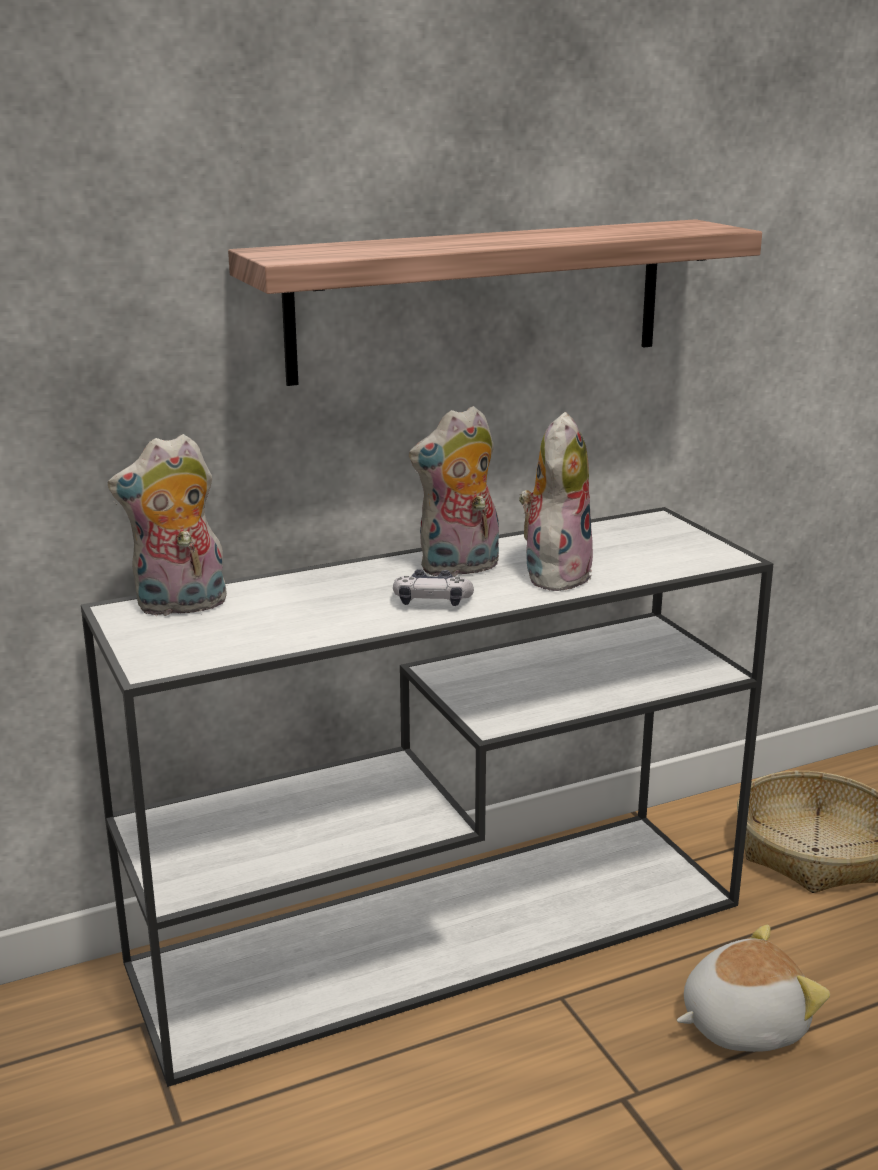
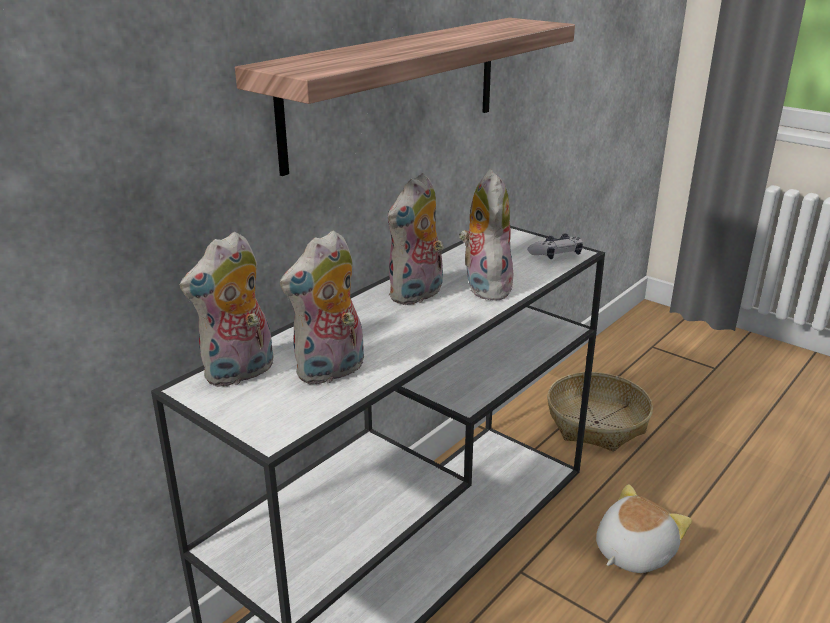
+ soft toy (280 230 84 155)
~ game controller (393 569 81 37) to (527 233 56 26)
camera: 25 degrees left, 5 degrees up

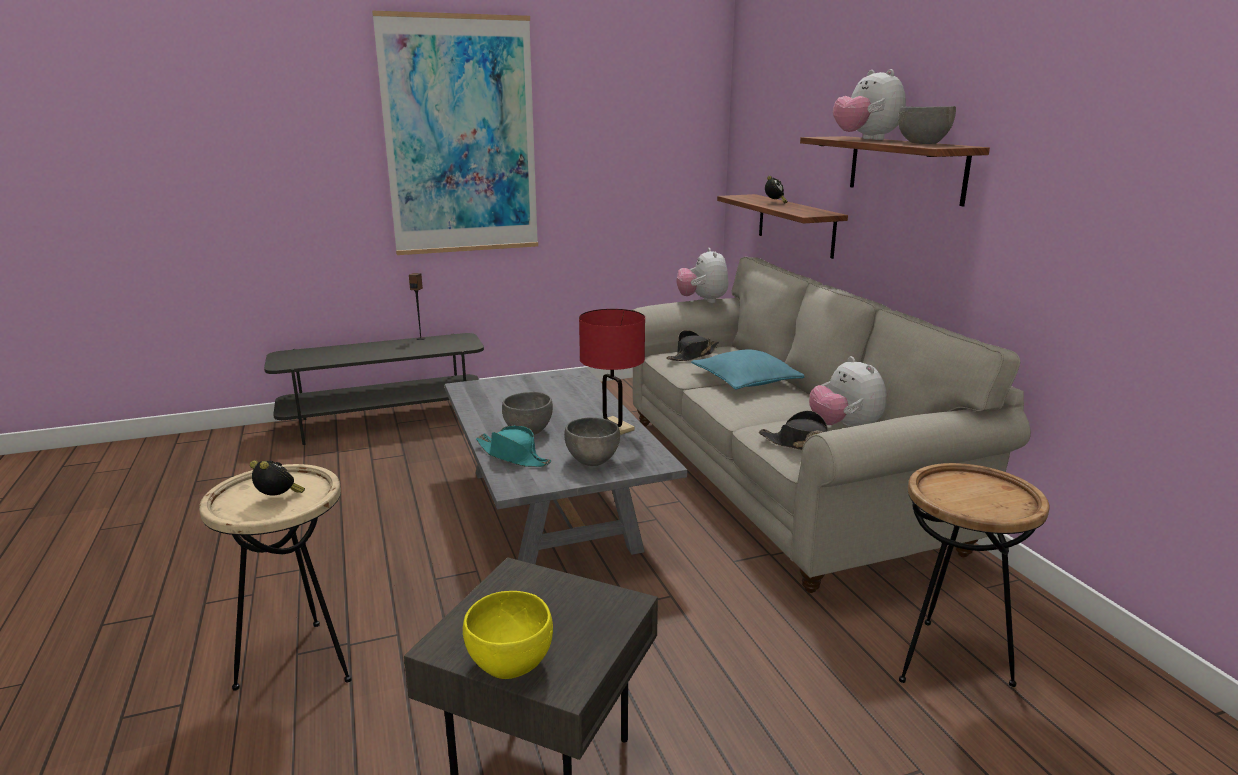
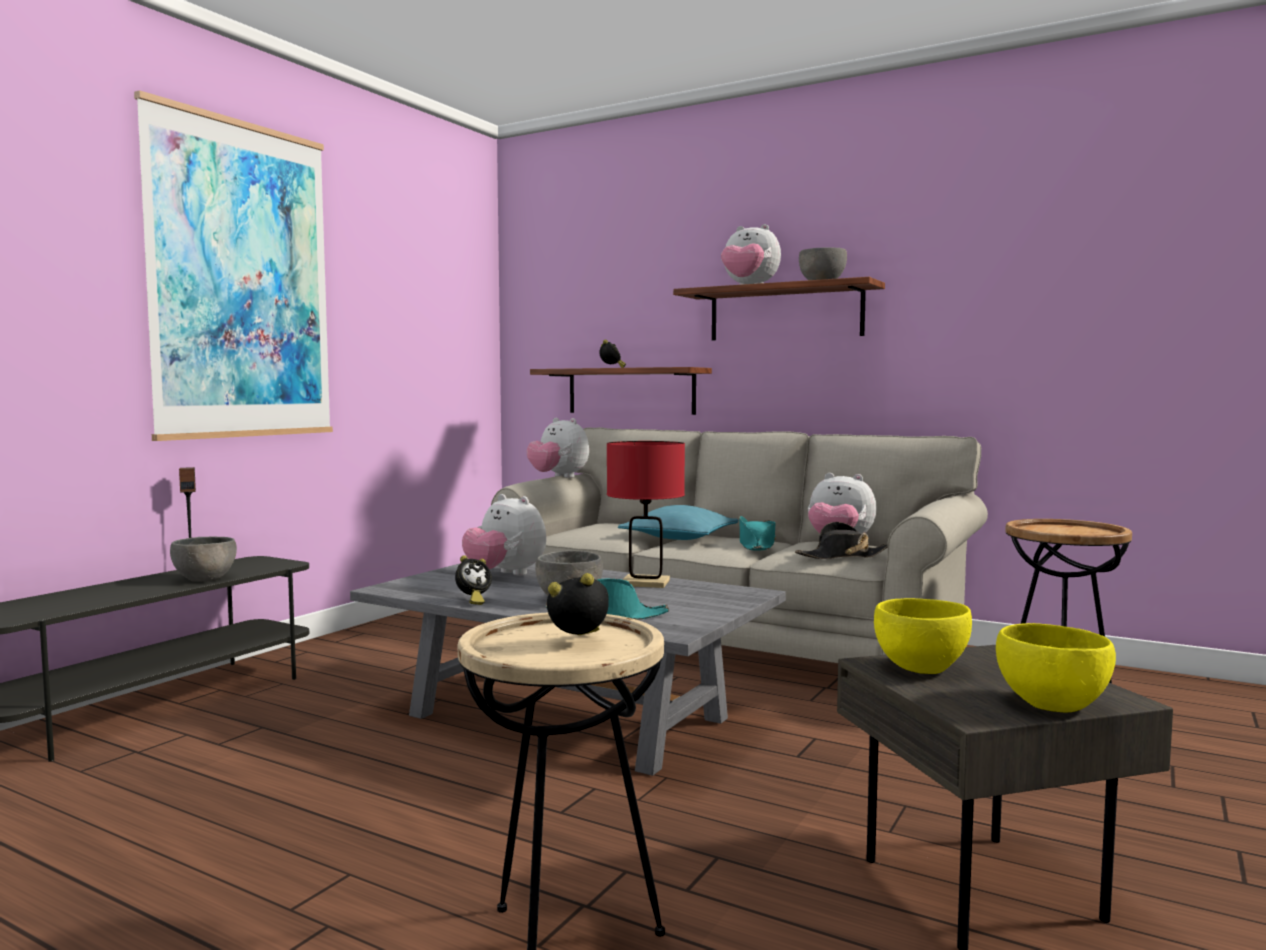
~ grey serving bowl (564 417 56 49) to (170 537 67 45)
+ table clock (455 555 37 50)
+ soft toy (462 494 84 81)
+ turquoise hat (739 516 37 34)
+ yellowish serving bowl (874 598 98 76)
- black hat (666 330 53 31)
camera: 40 degrees left, 15 degrees down

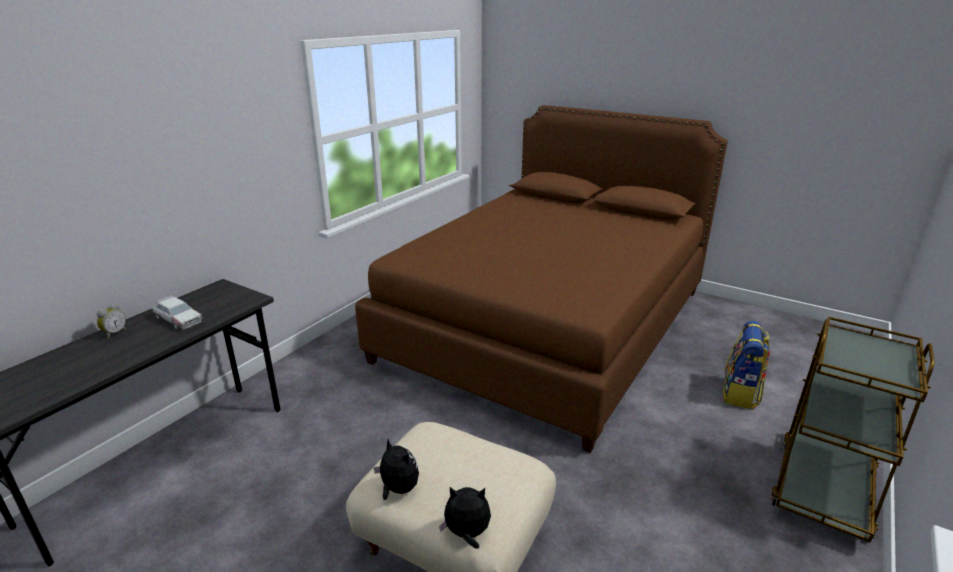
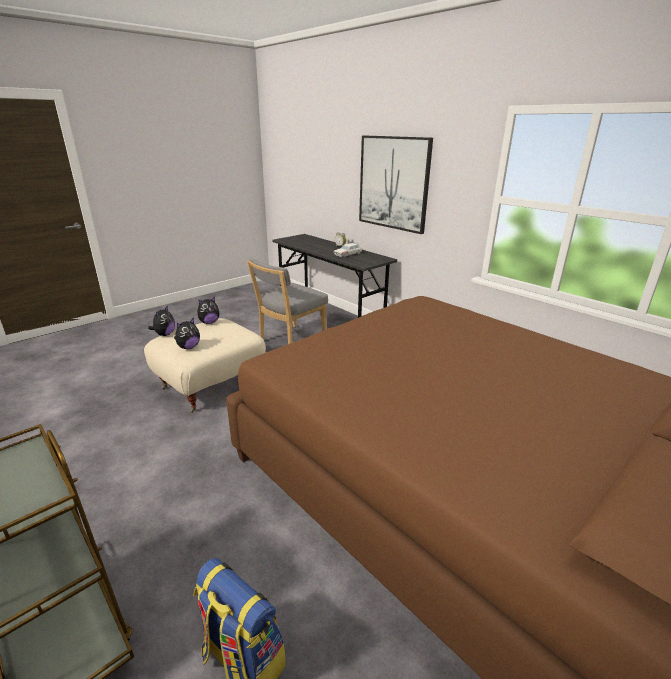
+ soft toy (174 318 26 31)
+ grey upright chair (247 257 81 87)
+ picture (359 135 74 99)
camera: 105 degrees right, 0 degrees up

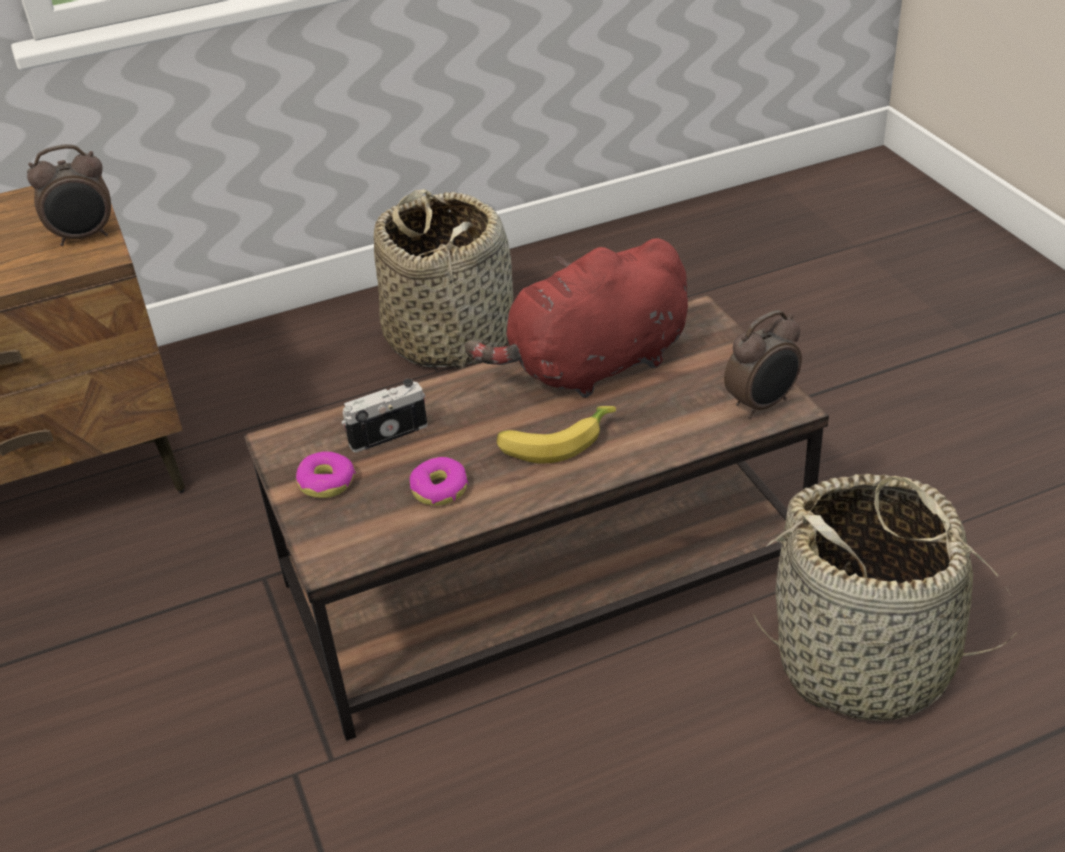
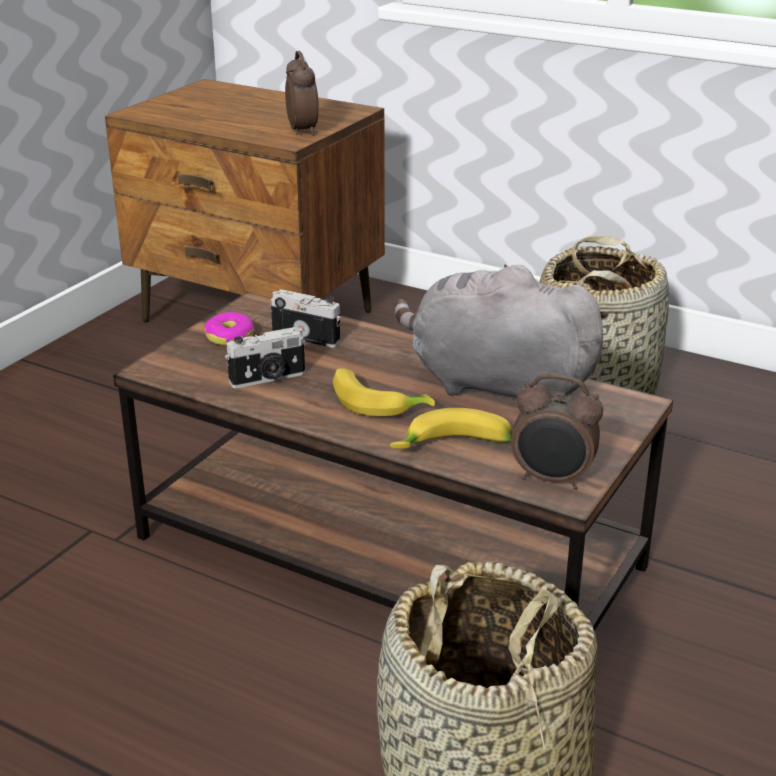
~ ring doughnut (410 457 59 49) to photo camera (225 327 81 61)
~ table clock (27 144 84 102) = (285 51 34 85) 135 degrees counterclockwise
+ banana (390 408 122 41)
~ red soft toy (465 238 223 160) to grey soft toy (394 264 214 133)
camera: 50 degrees right, 10 degrees down

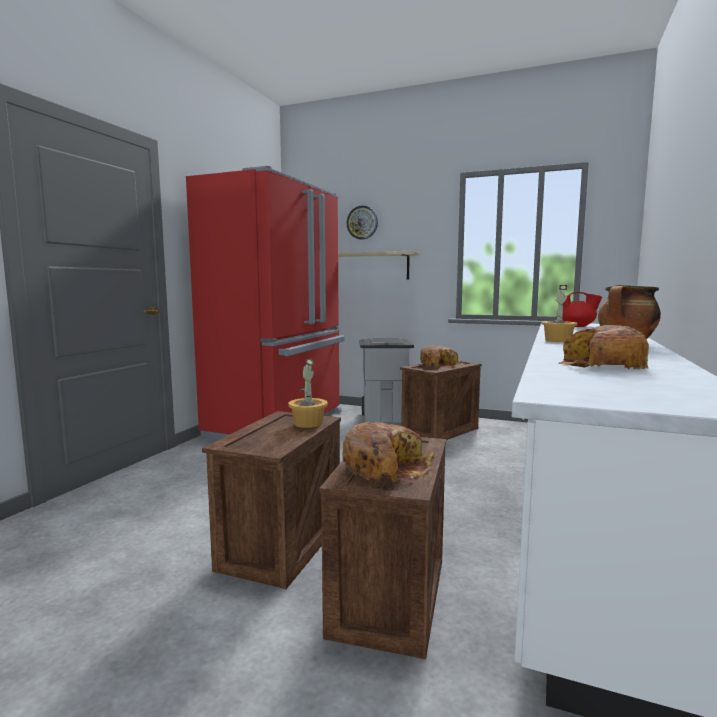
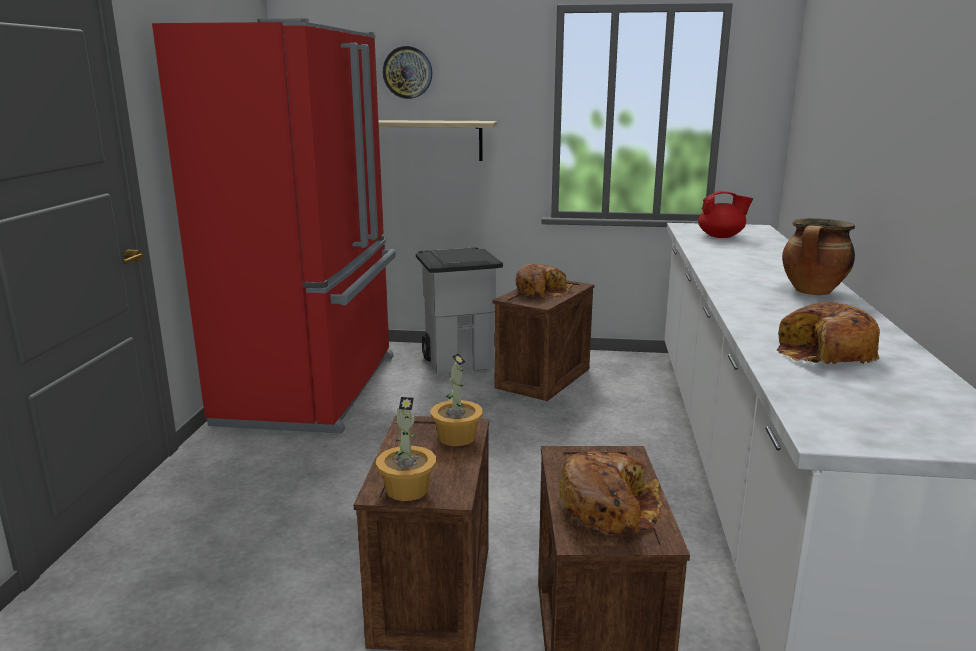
~ plant in a pot (541 285 37 57) to (376 397 60 104)
camera: 15 degrees left, 10 degrees up

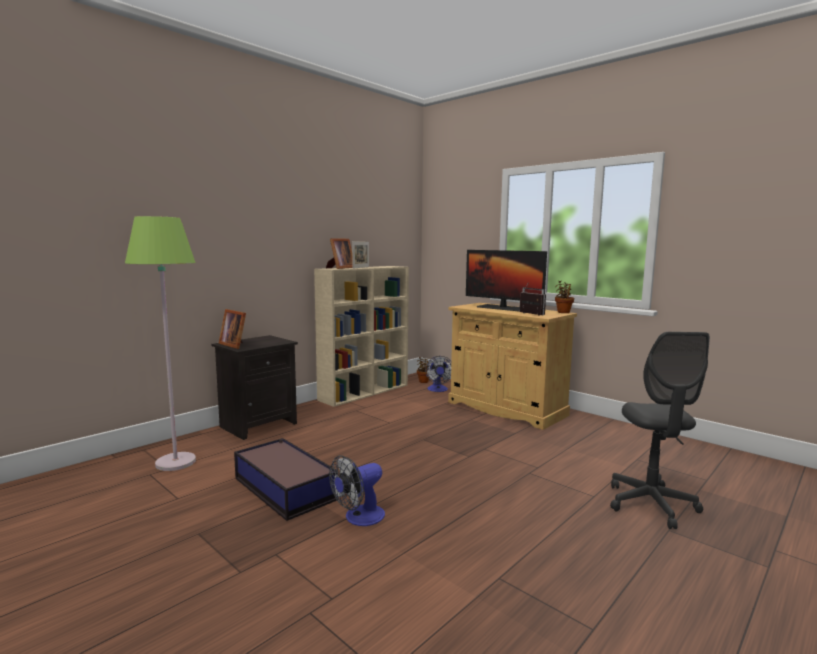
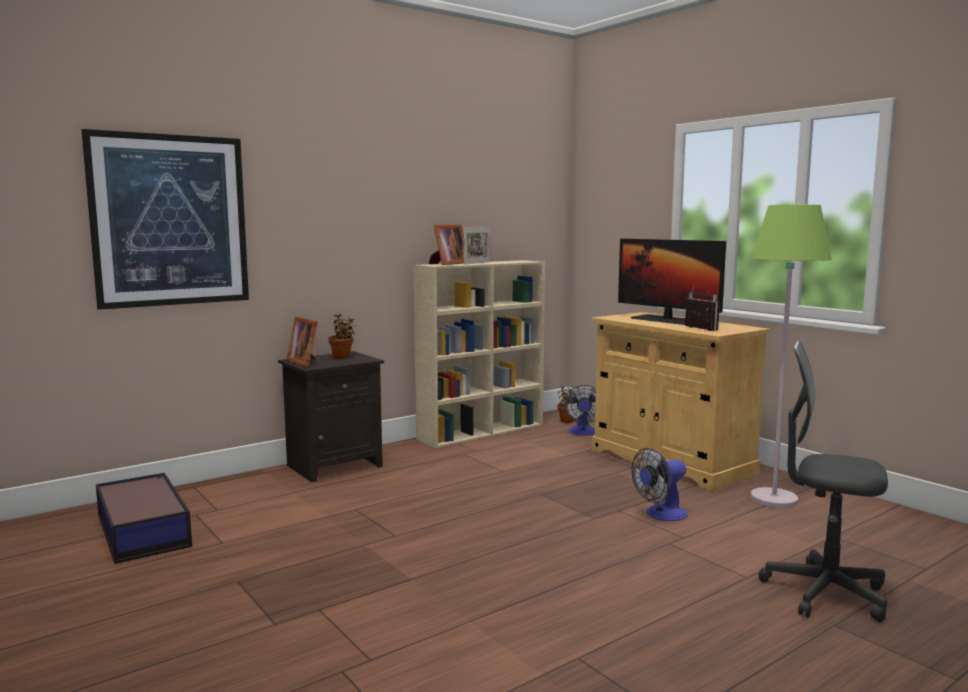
+ picture (81 129 168 181)
~ storage container (234 438 103 83) to (96 473 96 91)
~ plant in a pot (555 280 19 33) to (328 314 28 45)
~ fan (329 455 56 71) to (631 448 57 73)
~ green-coloured standing lamp (125 216 71 255) to (751 205 81 303)
~ grey office chair (610 332 100 197) = (759 341 129 281) 105 degrees clockwise
camera: 10 degrees right, 0 degrees up

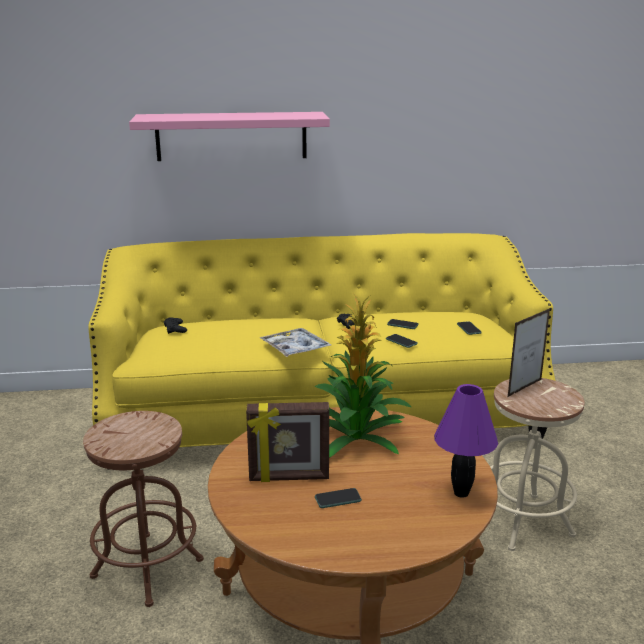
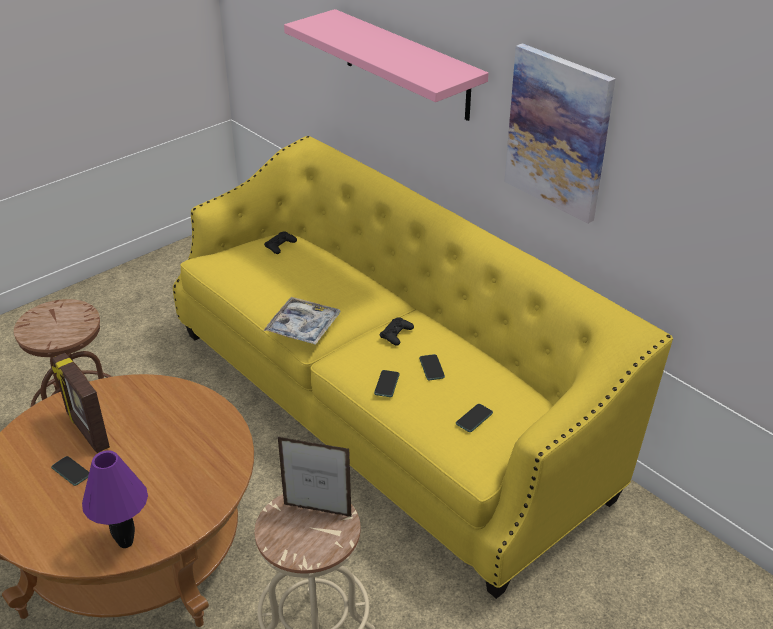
+ picture (504 43 111 180)
- plant in a pot (315 293 96 165)
camera: 55 degrees right, 15 degrees up

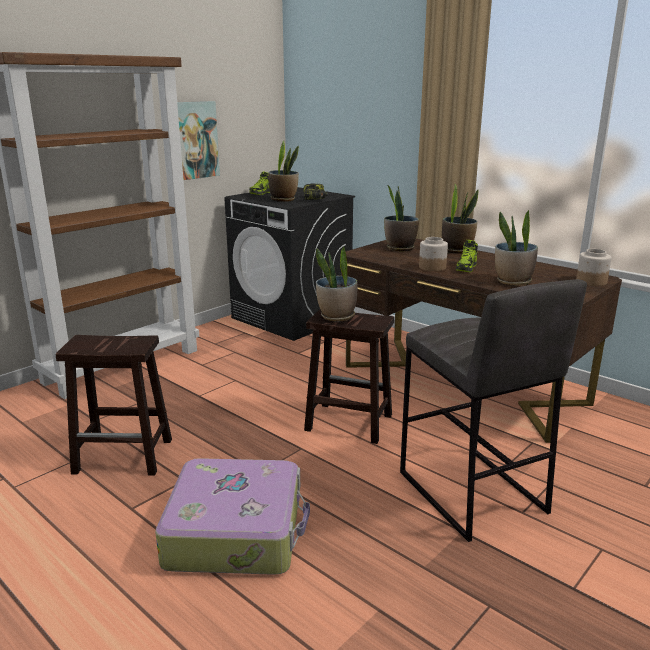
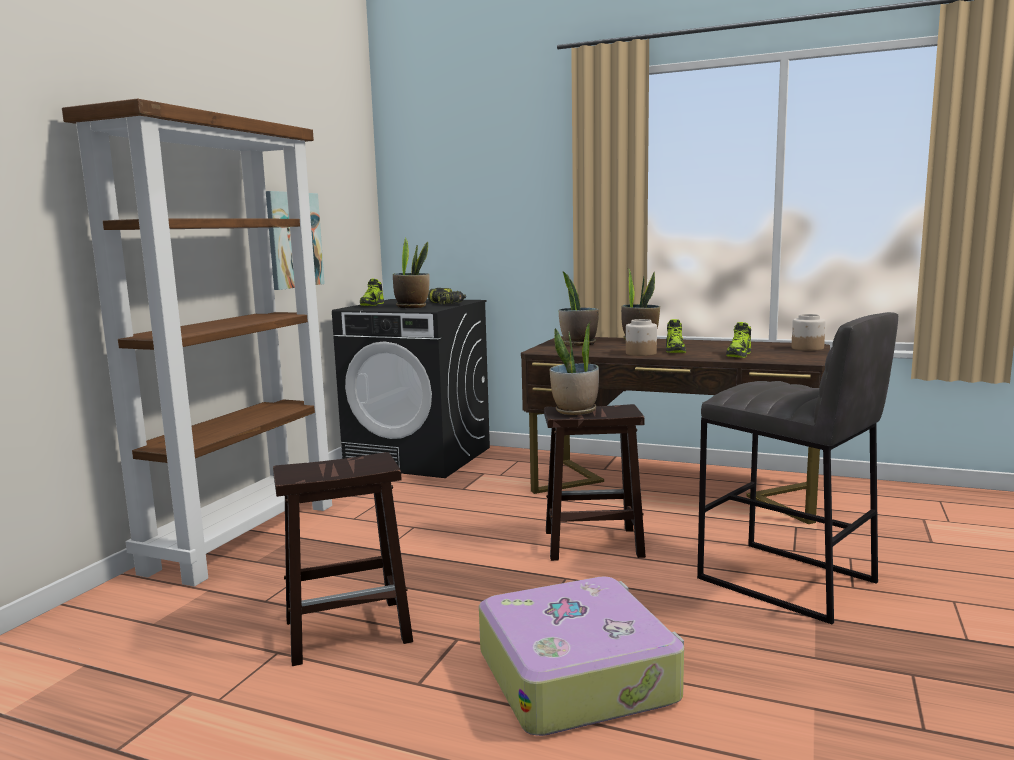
~ plant in a pot (495 210 43 76) to low shoe (726 322 25 36)
camera: 20 degrees left, 10 degrees down

